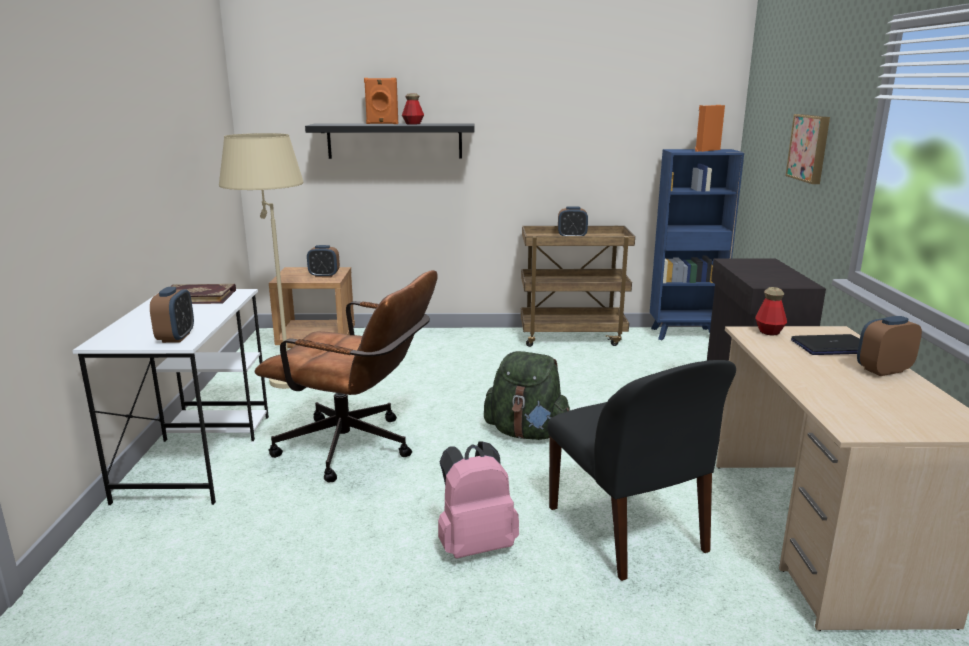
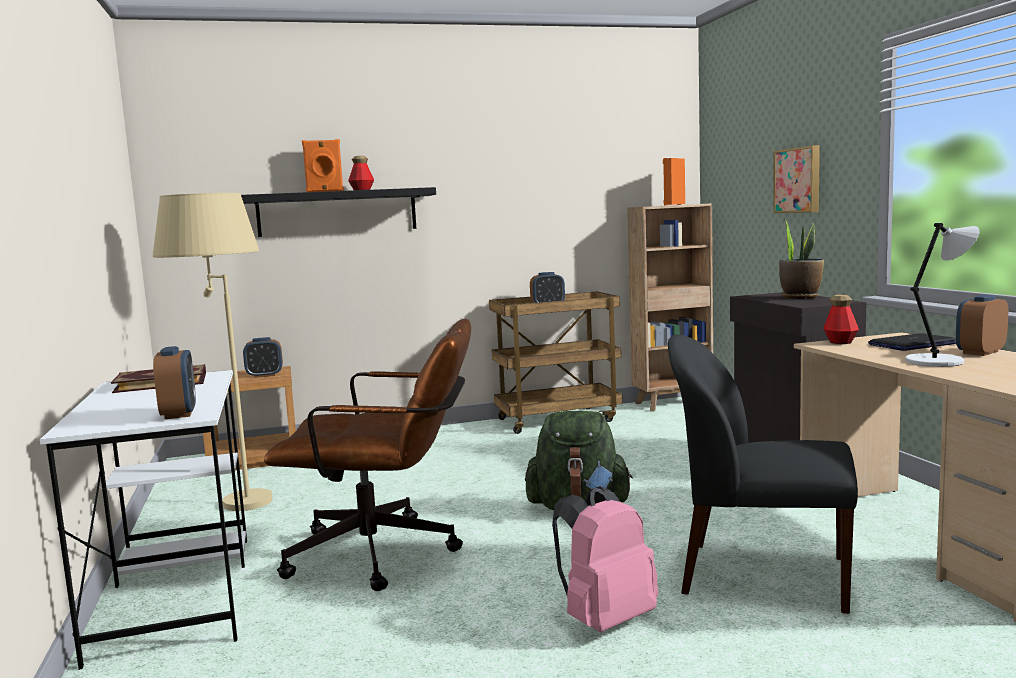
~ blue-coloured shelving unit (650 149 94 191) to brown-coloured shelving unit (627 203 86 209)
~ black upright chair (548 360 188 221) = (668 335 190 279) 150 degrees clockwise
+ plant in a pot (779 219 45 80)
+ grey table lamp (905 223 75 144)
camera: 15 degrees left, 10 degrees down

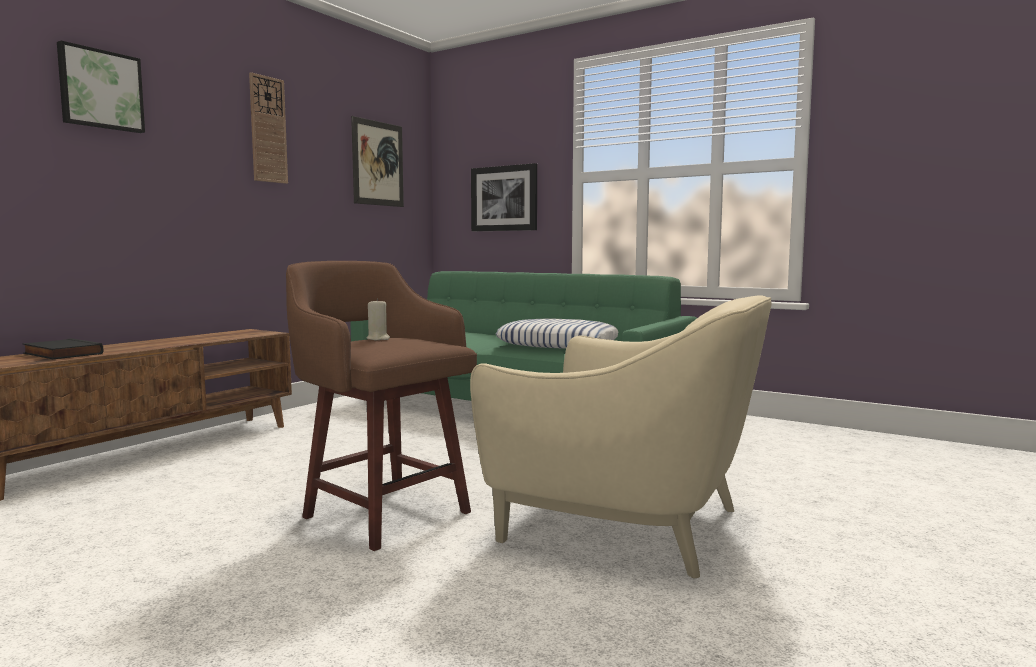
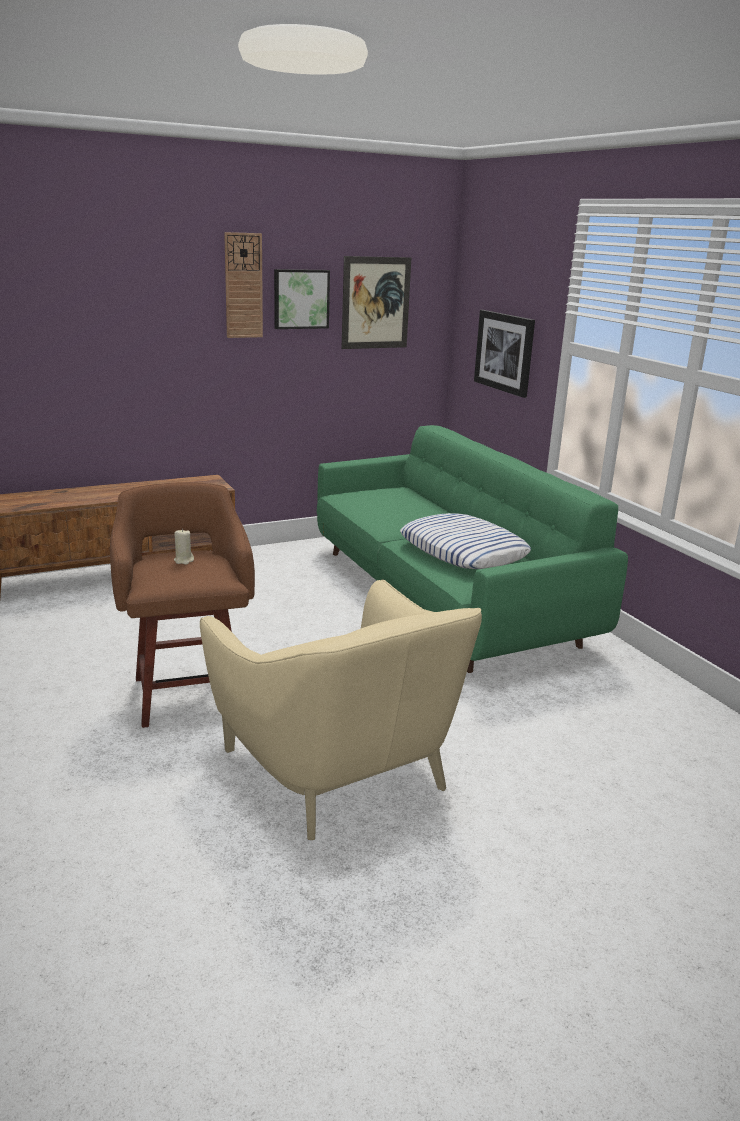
~ picture (57 40 88 93) to (274 269 56 60)
- black bound book (22 338 82 21)
camera: 30 degrees right, 15 degrees up

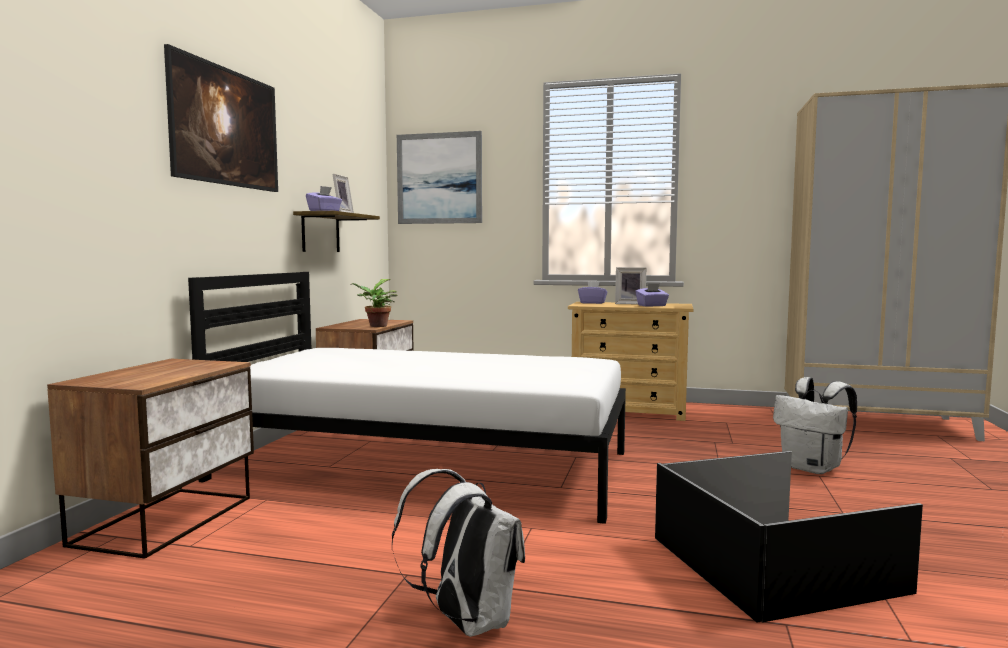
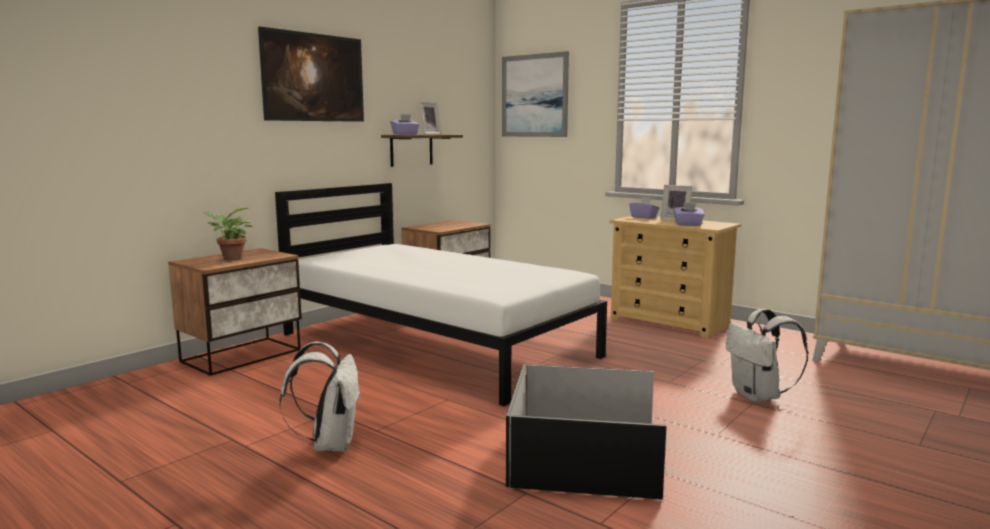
~ plant in a pot (350 279 48 48) to (203 207 49 53)
camera: 25 degrees right, 5 degrees up

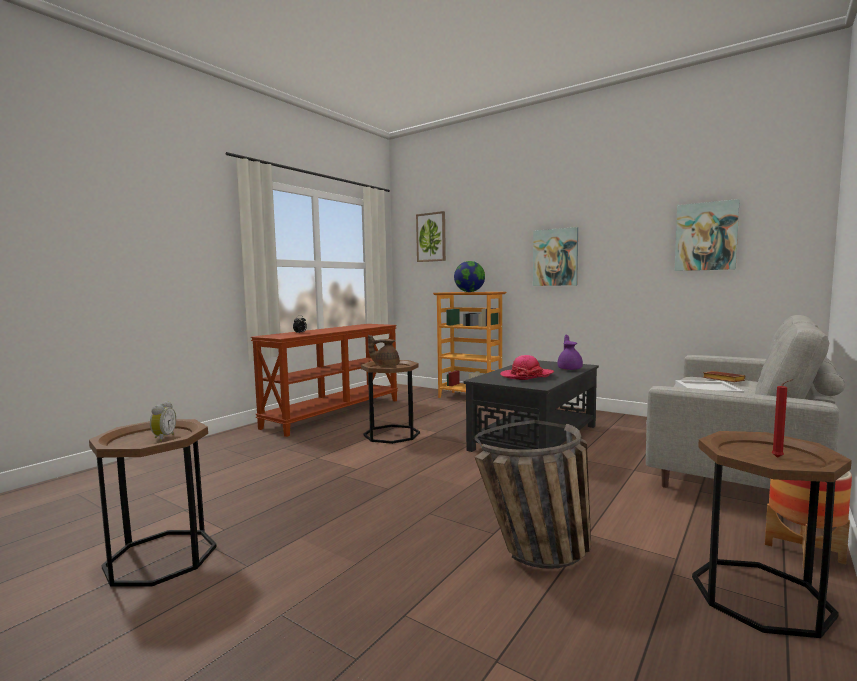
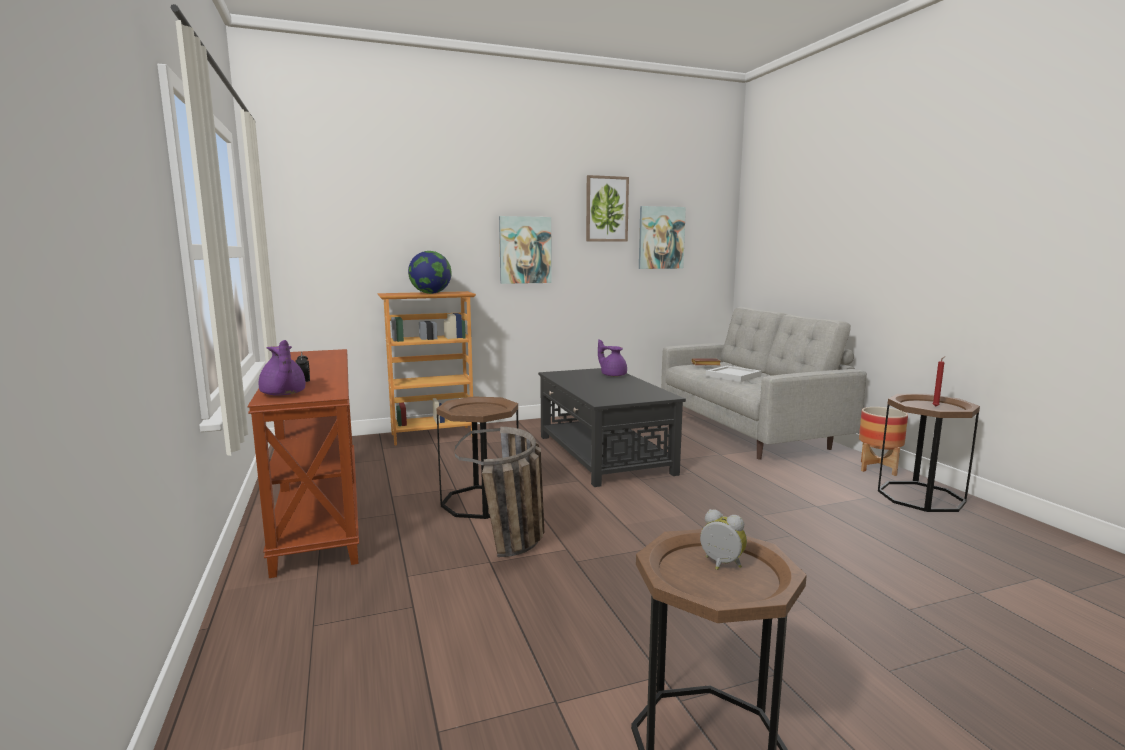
+ purple-coloured teapot (259 340 47 56)
~ basket (475 420 116 149) to (455 427 89 130)
~ picture (416 211 30 51) to (586 175 43 67)
- brown-coloured teapot (368 335 32 32)
- hat (500 355 54 25)
camera: 55 degrees left, 5 degrees up

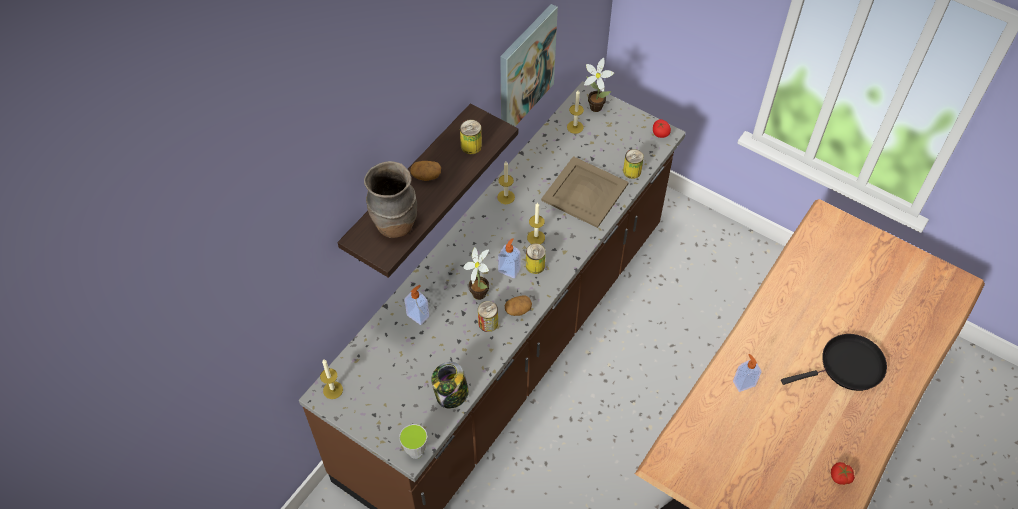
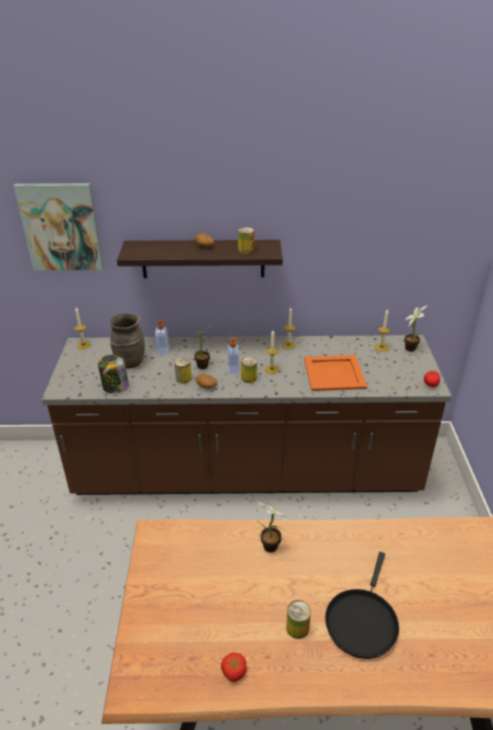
~ picture (500 4 58 122) to (14 183 89 87)
~ brown-coloured decorative vase (364 161 53 77) to (109 313 36 55)
~ soap dispenser (733 354 29 38) to plant in a pot (255 501 33 51)
~ metal can (623 149 21 30) to (286 600 25 39)
~ beige-coloured serving tray (541 156 88 72) to orange-coloured serving tray (304 355 63 36)
~ black pan (781 334 106 57) = (325 552 74 107) 75 degrees clockwise
- small cup (399 424 28 35)
camera: 55 degrees right, 20 degrees down

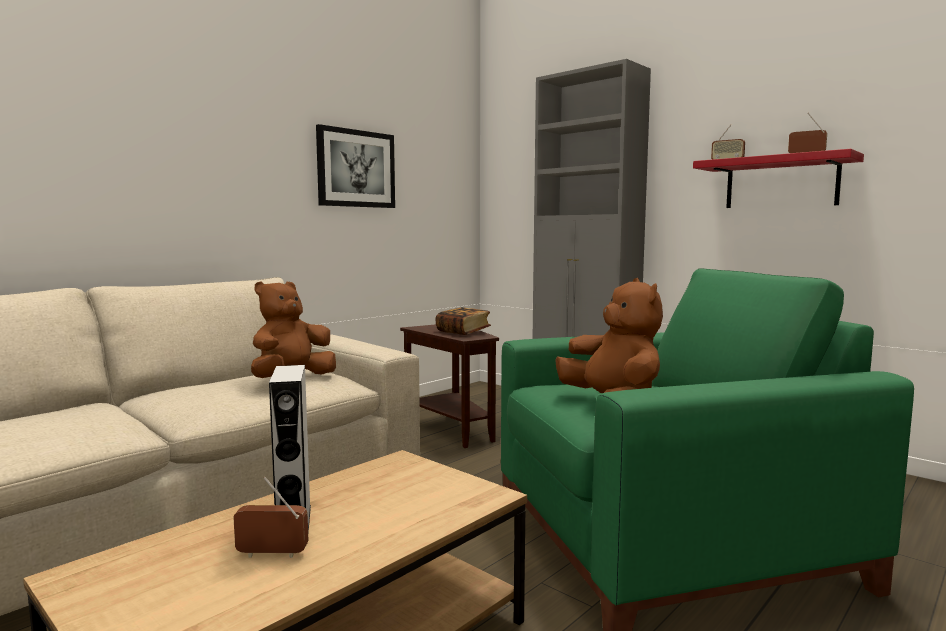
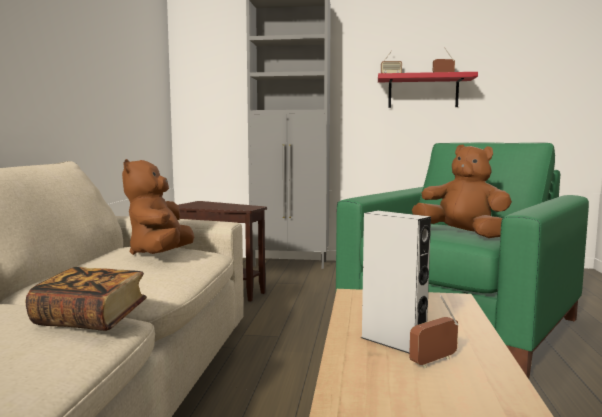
~ bound book (435 307 56 28) to (25 267 122 64)
- picture (316 124 79 84)
camera: 35 degrees left, 0 degrees up

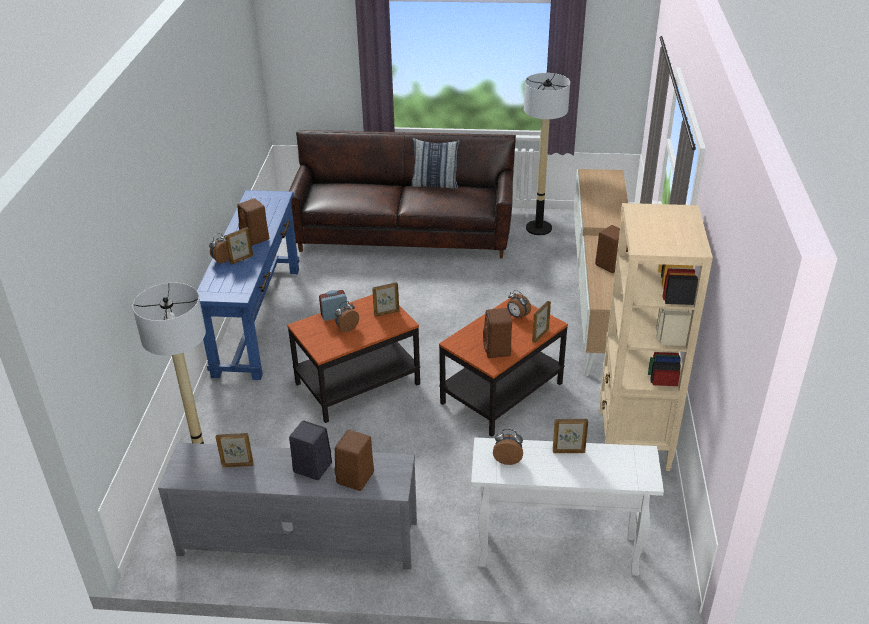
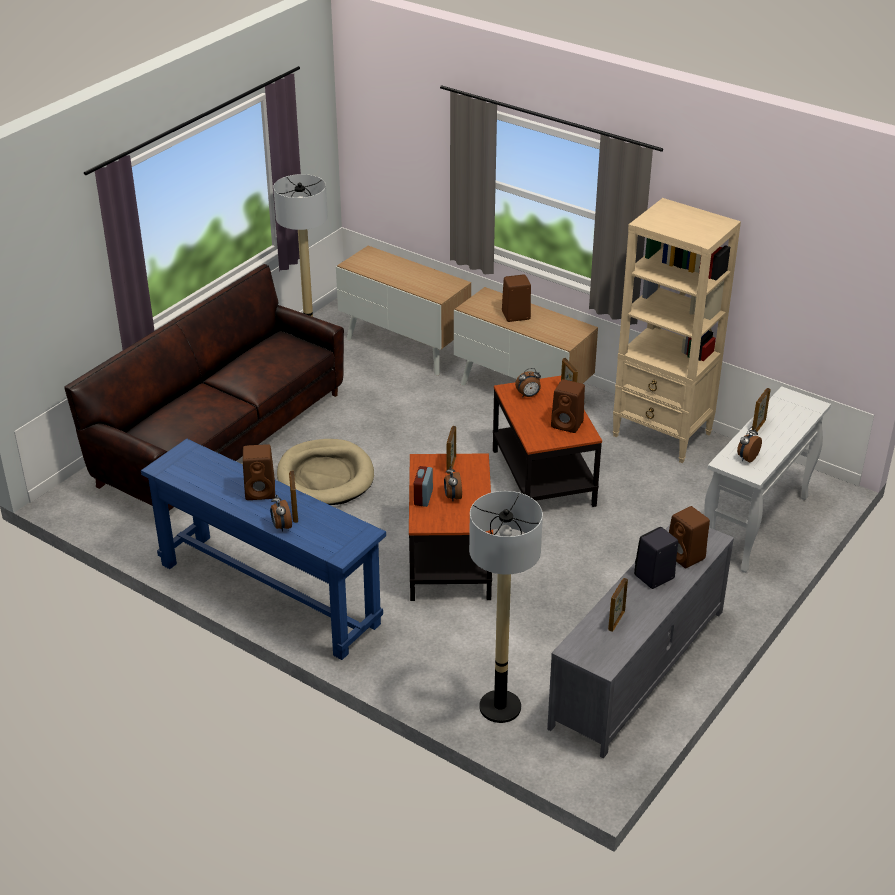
+ beige-coloured pet bed (277 439 97 66)
- throw pillow (411 138 49 51)
camera: 60 degrees left, 0 degrees up

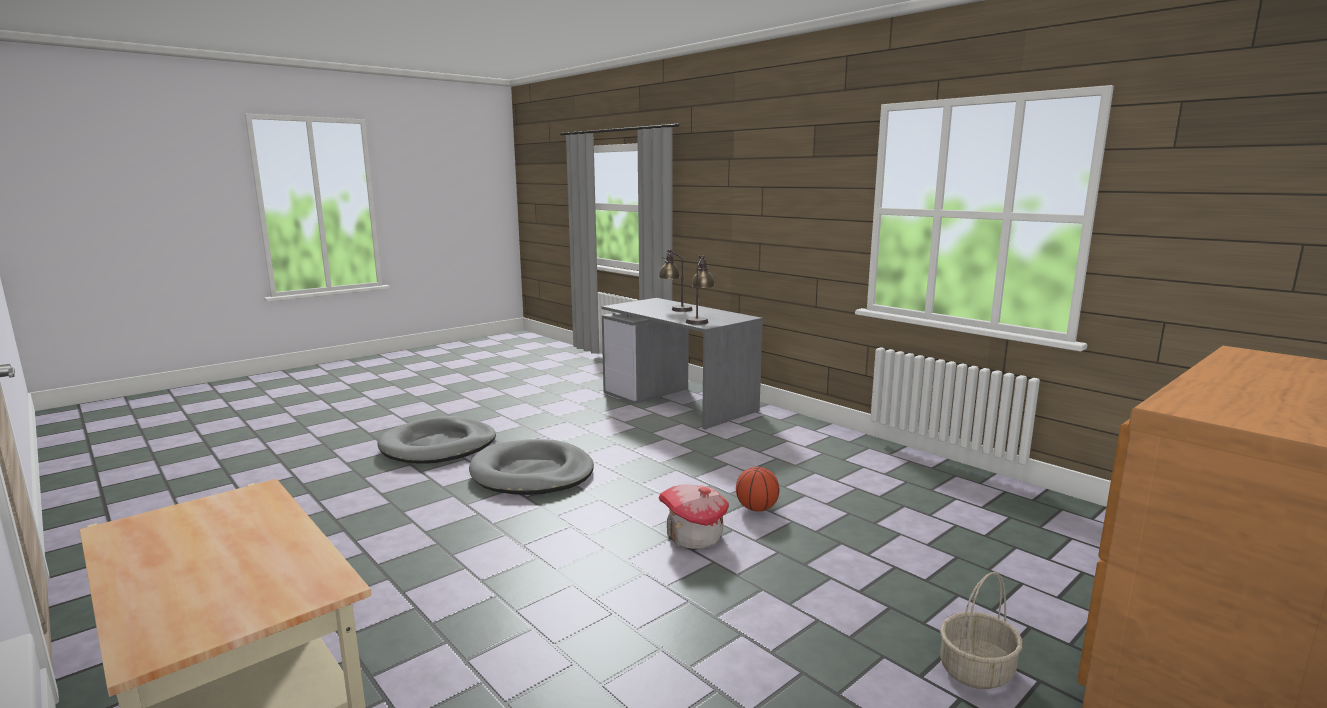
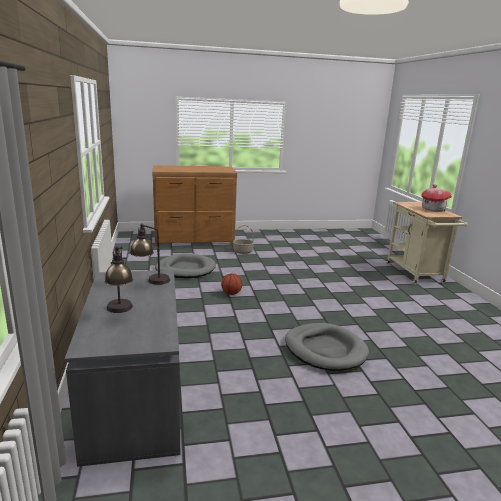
~ grey pet bed (377 416 119 48) to (155 254 61 24)
~ model house (659 484 70 65) to (422 184 30 28)
camera: 150 degrees left, 5 degrees up

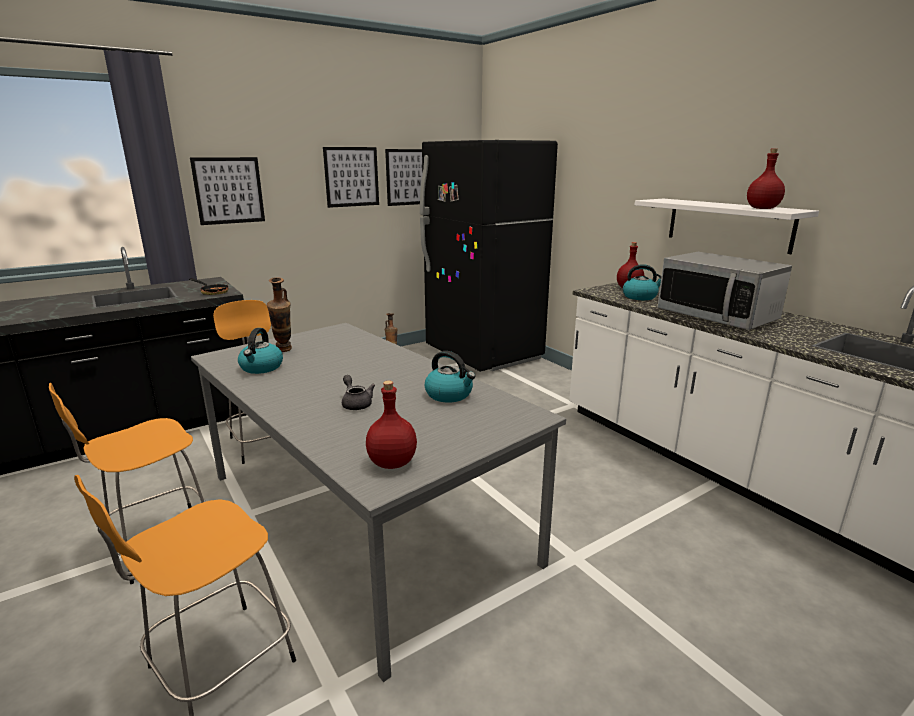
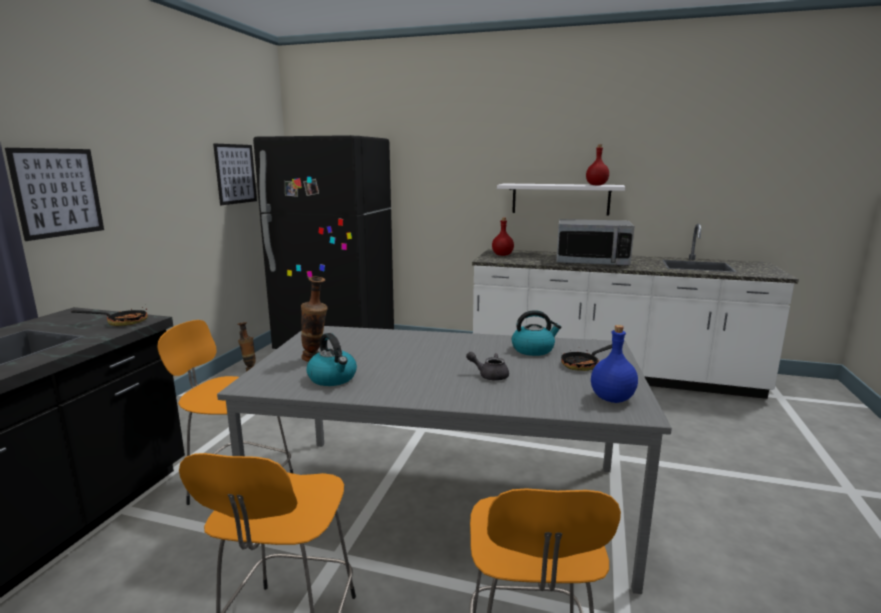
+ pan (561 344 51 27)
~ red bottle (366 381 51 88) to blue-coloured bottle (591 325 47 78)
- picture (323 147 56 61)
- water kettle (623 264 39 36)
camera: 40 degrees left, 5 degrees down

